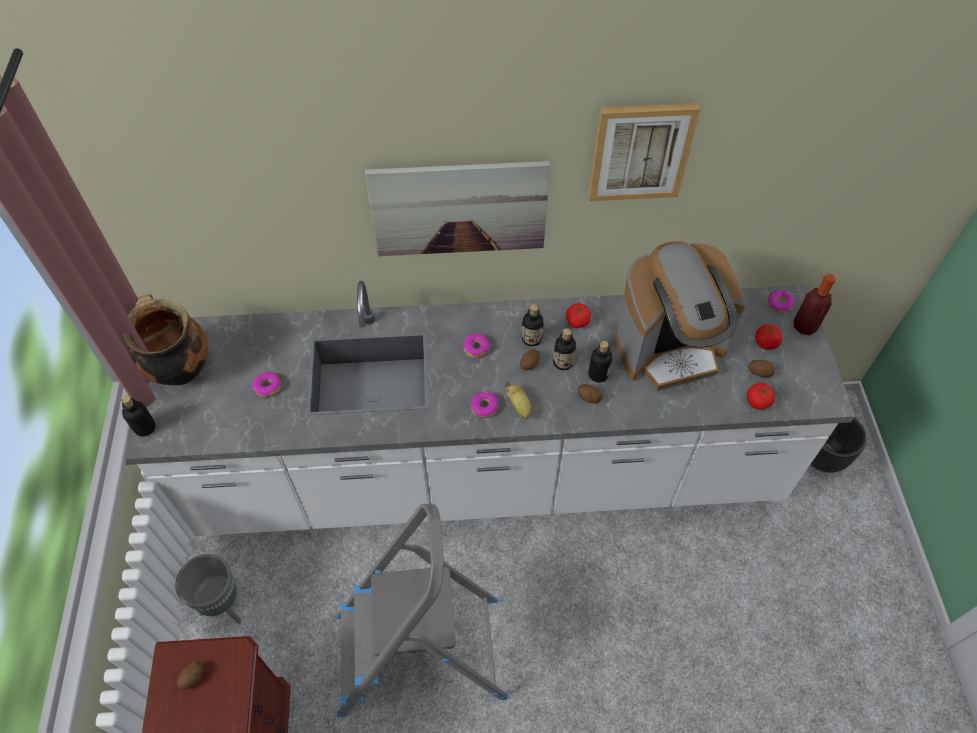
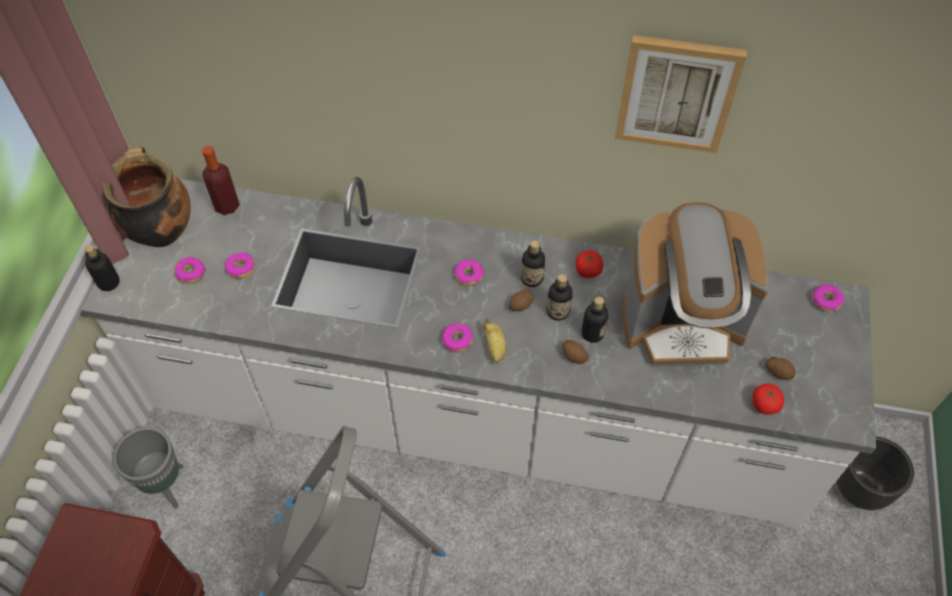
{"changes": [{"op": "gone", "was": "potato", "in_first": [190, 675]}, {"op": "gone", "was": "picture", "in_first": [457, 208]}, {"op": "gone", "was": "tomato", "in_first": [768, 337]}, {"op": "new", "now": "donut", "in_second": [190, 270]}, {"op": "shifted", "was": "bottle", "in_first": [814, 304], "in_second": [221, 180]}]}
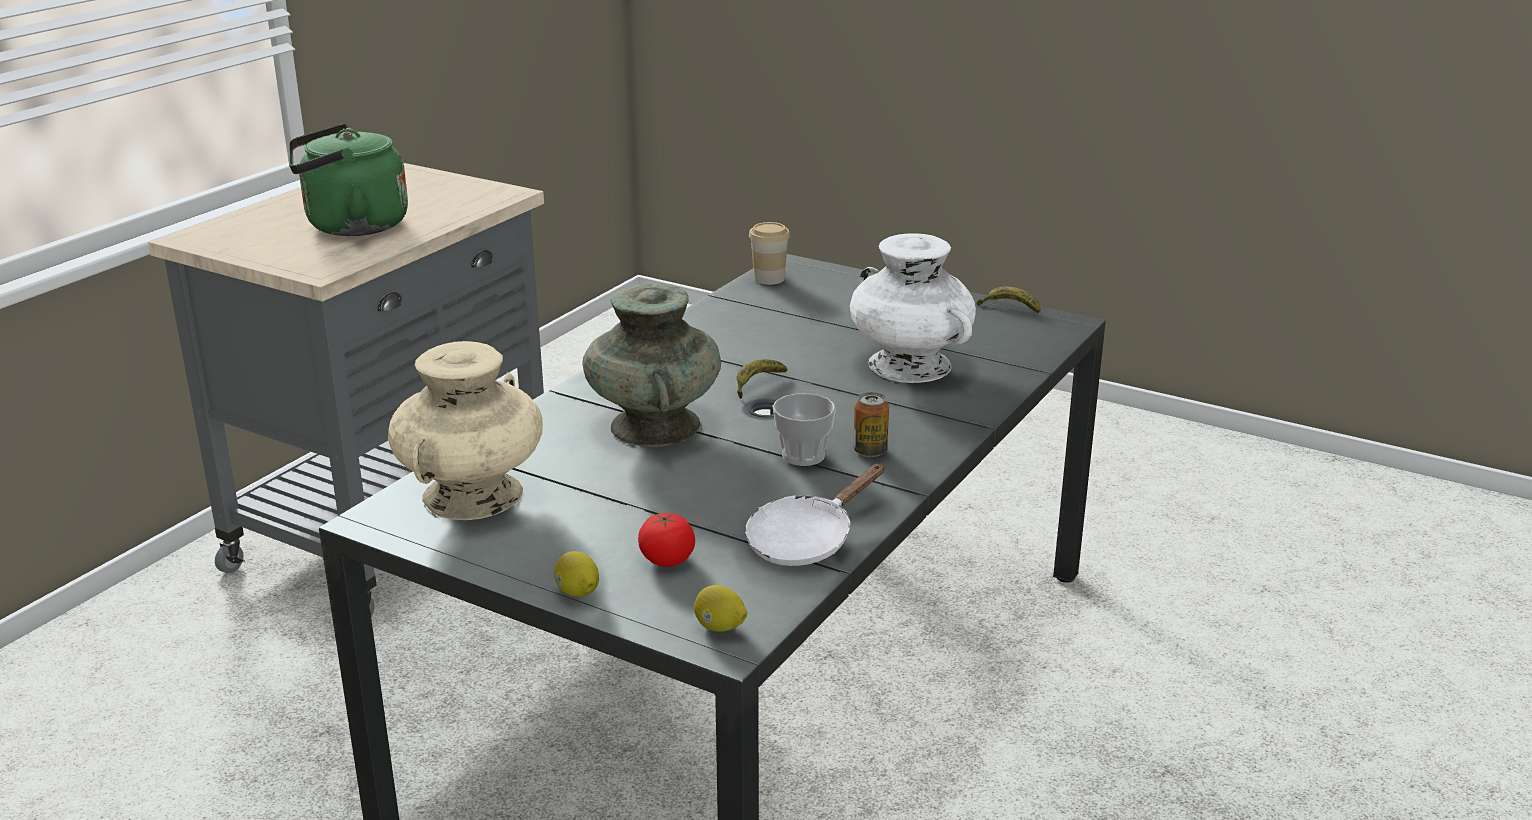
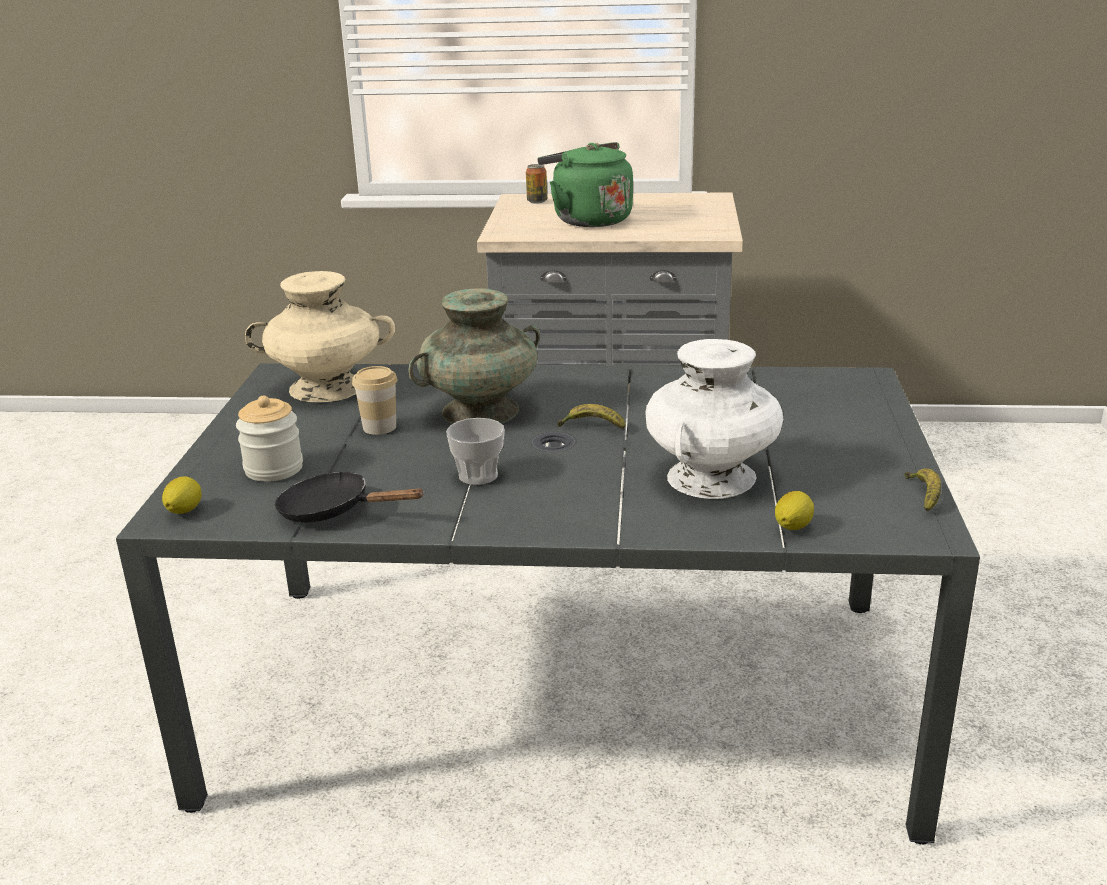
{"changes": [{"op": "shifted", "was": "lemon", "in_first": [576, 574], "in_second": [794, 510]}, {"op": "shifted", "was": "cup", "in_first": [769, 253], "in_second": [375, 400]}, {"op": "shifted", "was": "can", "in_first": [871, 424], "in_second": [536, 184]}, {"op": "swapped", "was": "tomato", "now": "jar", "in_first": [666, 540], "in_second": [269, 439]}, {"op": "repainted", "was": "white frying pan", "now": "black frying pan", "in_first": [815, 515], "in_second": [349, 497]}]}
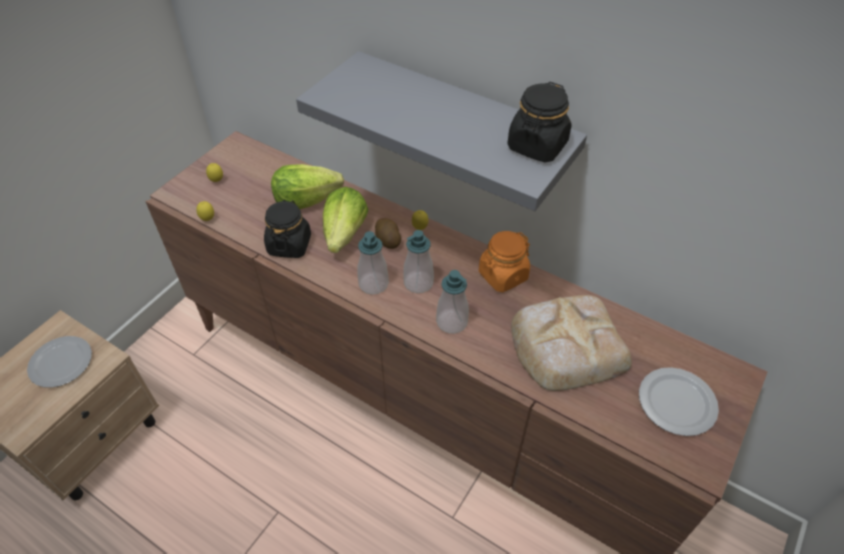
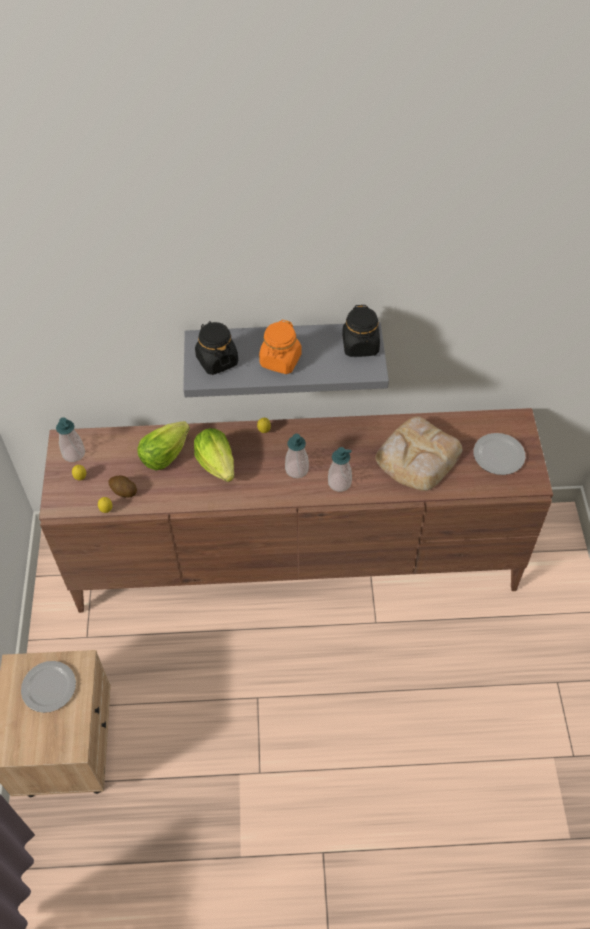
{"changes": [{"op": "shifted", "was": "black jar", "in_first": [287, 229], "in_second": [216, 348]}, {"op": "shifted", "was": "soap dispenser", "in_first": [373, 263], "in_second": [70, 439]}, {"op": "shifted", "was": "potato", "in_first": [388, 233], "in_second": [122, 487]}, {"op": "shifted", "was": "orange jar", "in_first": [504, 261], "in_second": [280, 347]}]}
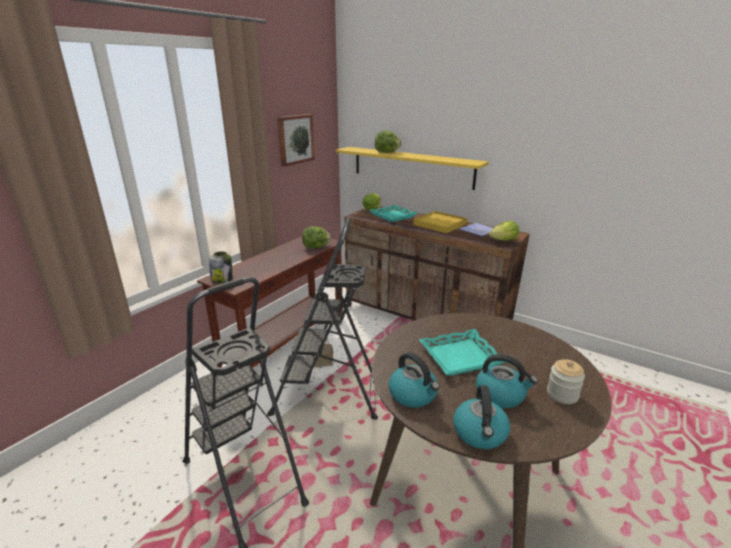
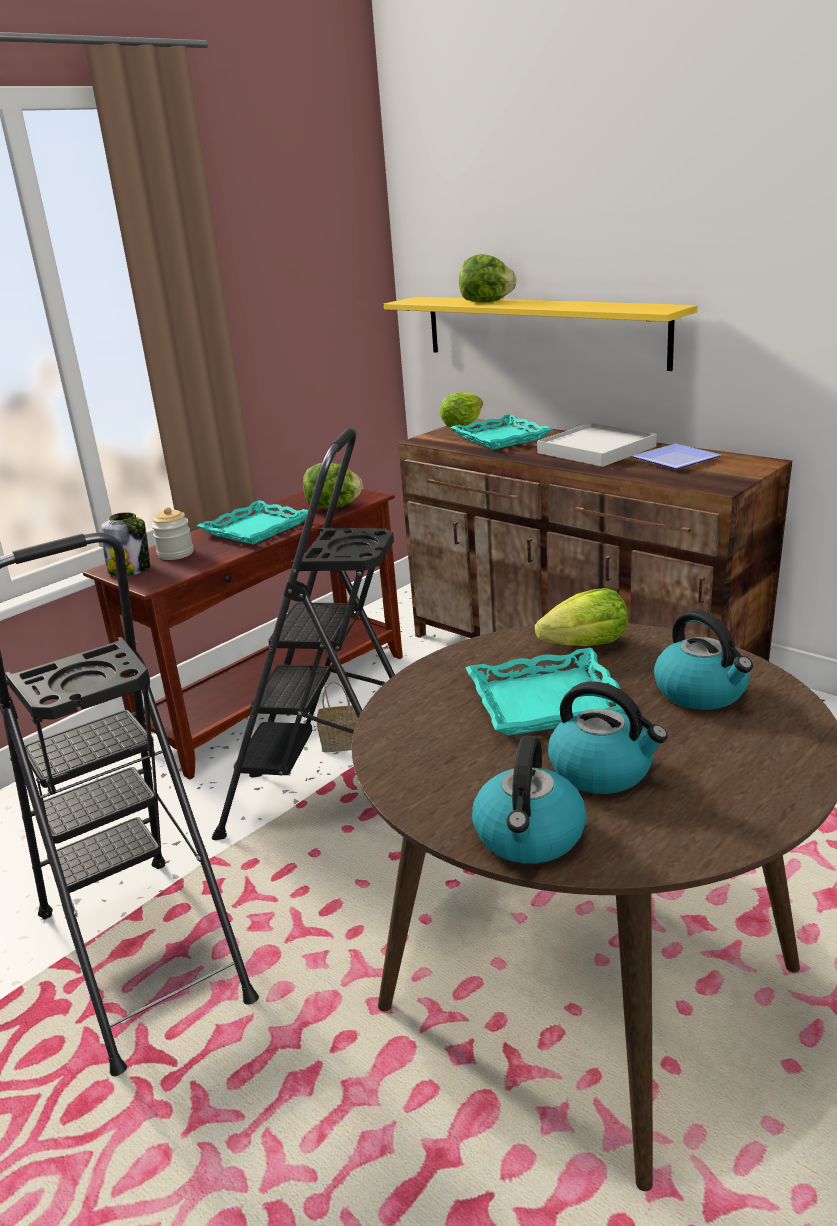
{"changes": [{"op": "gone", "was": "picture", "in_first": [296, 140]}, {"op": "new", "now": "turquoise tray", "in_second": [252, 522]}, {"op": "shifted", "was": "kettle", "in_first": [414, 380], "in_second": [703, 660]}, {"op": "shifted", "was": "lettuce", "in_first": [504, 230], "in_second": [581, 617]}, {"op": "shifted", "was": "jar", "in_first": [566, 381], "in_second": [172, 533]}, {"op": "repainted", "was": "yellow tray", "now": "white tray", "in_first": [440, 222], "in_second": [597, 445]}]}
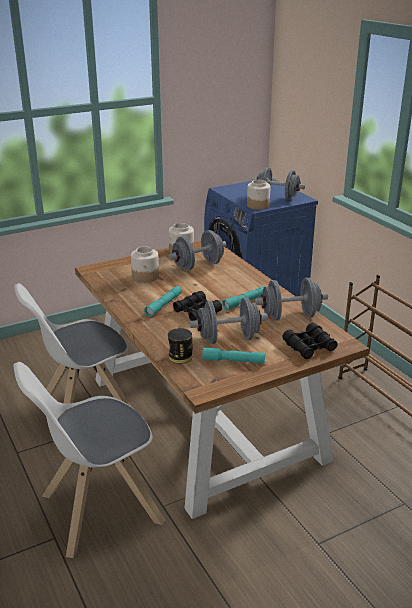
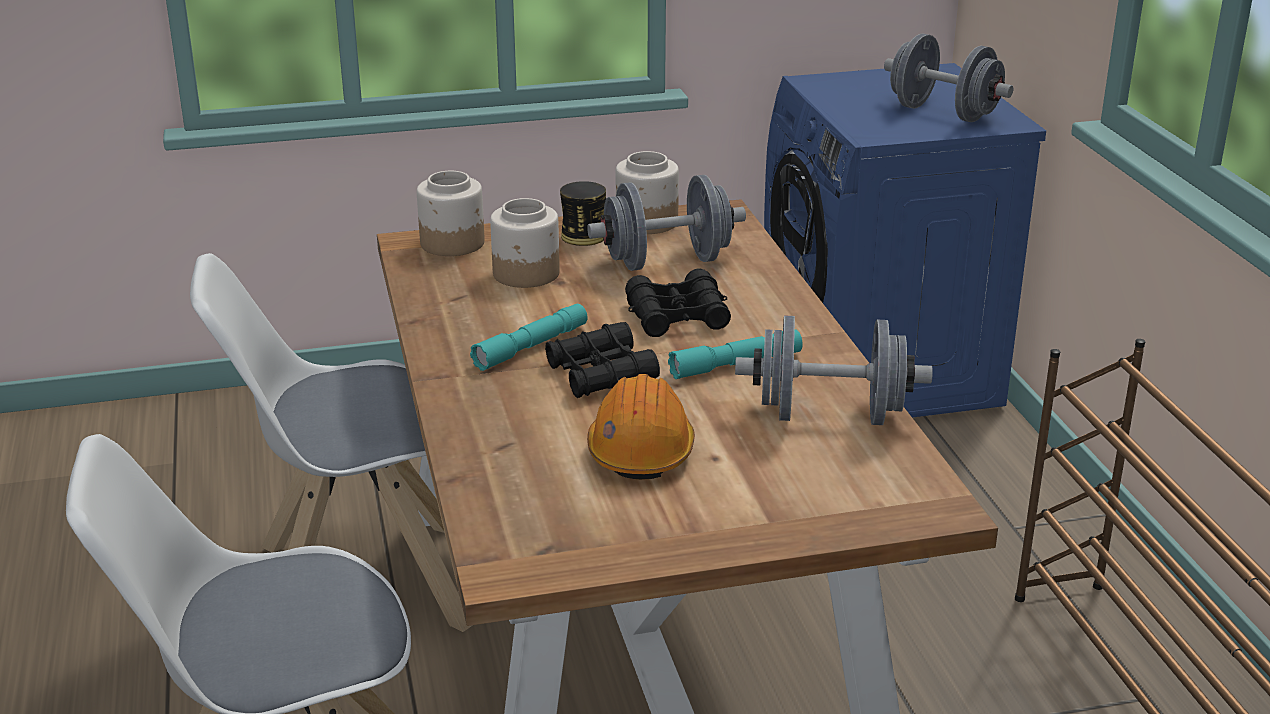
{"changes": [{"op": "gone", "was": "turquoise flashlight", "in_first": [233, 355]}, {"op": "shifted", "was": "can", "in_first": [180, 346], "in_second": [583, 213]}, {"op": "shifted", "was": "jar", "in_first": [259, 195], "in_second": [450, 213]}, {"op": "shifted", "was": "black binoculars", "in_first": [310, 340], "in_second": [678, 303]}, {"op": "swapped", "was": "grey dumbbell", "now": "orange hard hat", "in_first": [229, 321], "in_second": [641, 427]}]}
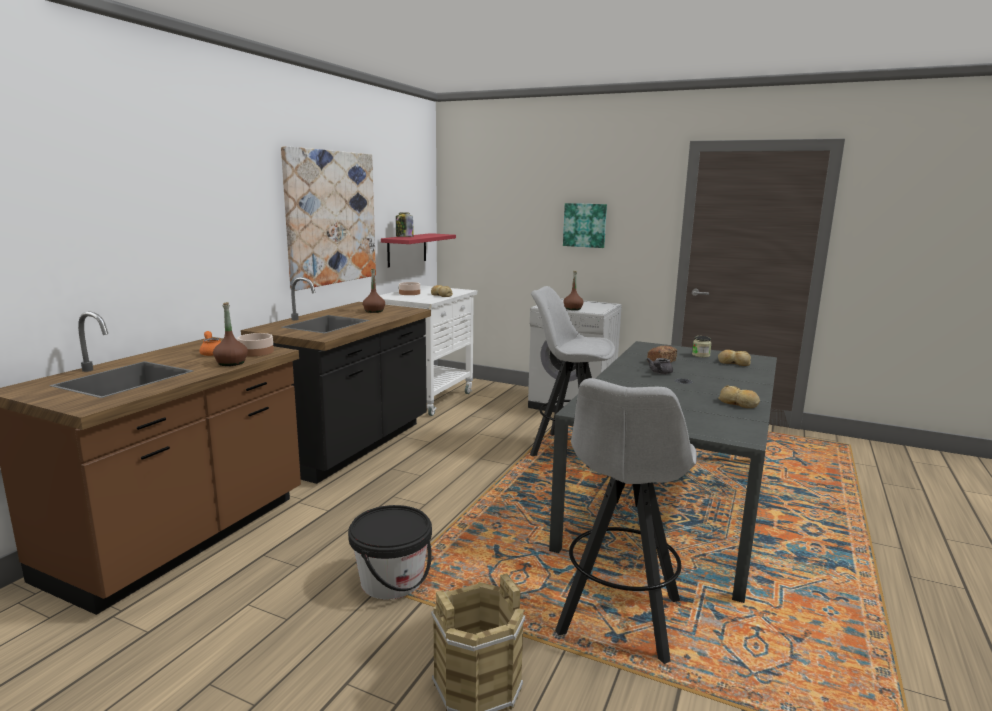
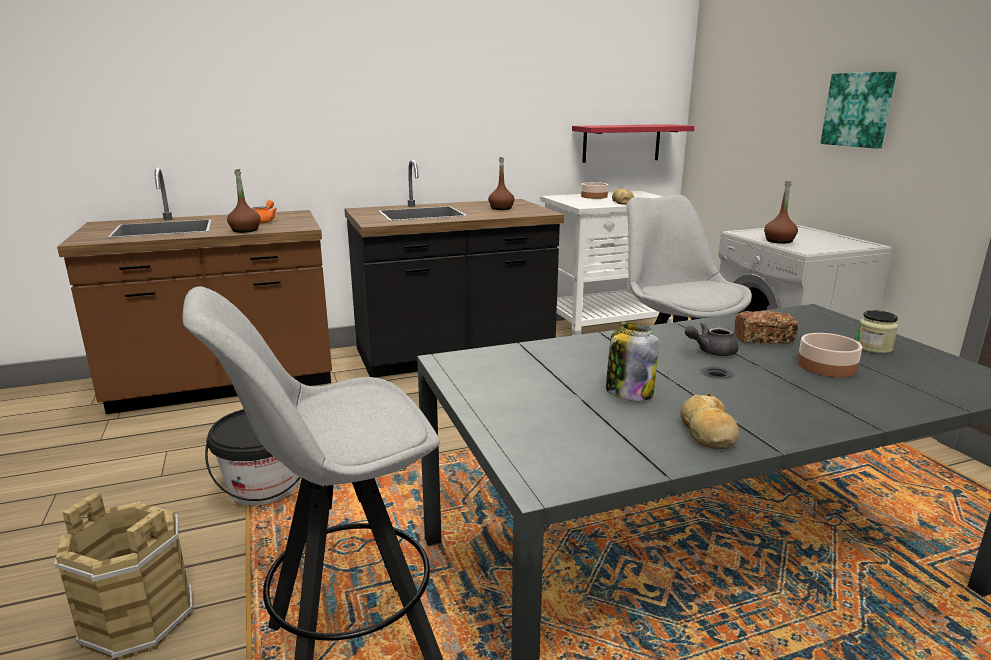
{"changes": [{"op": "gone", "was": "picture", "in_first": [328, 218]}, {"op": "gone", "was": "bread", "in_first": [734, 358]}, {"op": "shifted", "was": "bowl", "in_first": [255, 344], "in_second": [829, 355]}, {"op": "shifted", "was": "jar", "in_first": [405, 225], "in_second": [632, 362]}]}
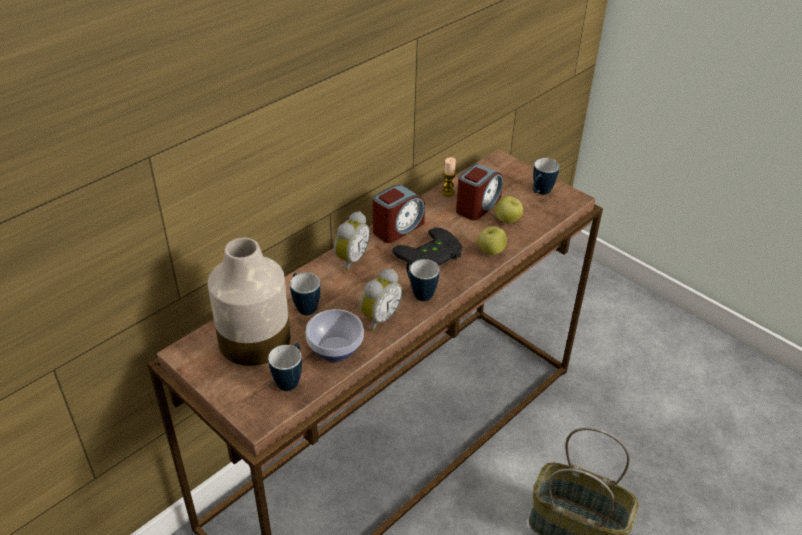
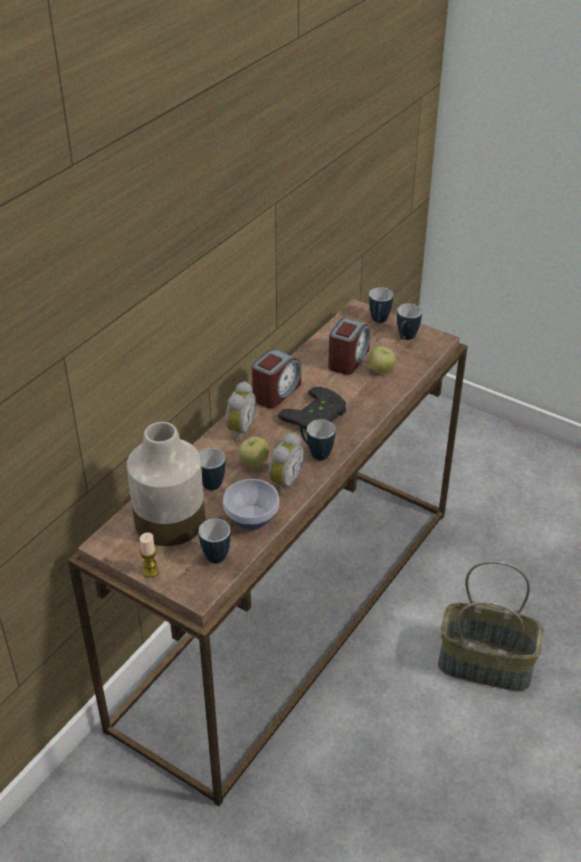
{"changes": [{"op": "new", "now": "mug", "in_second": [381, 305]}, {"op": "shifted", "was": "candle", "in_first": [449, 176], "in_second": [149, 555]}, {"op": "shifted", "was": "apple", "in_first": [492, 240], "in_second": [254, 452]}]}
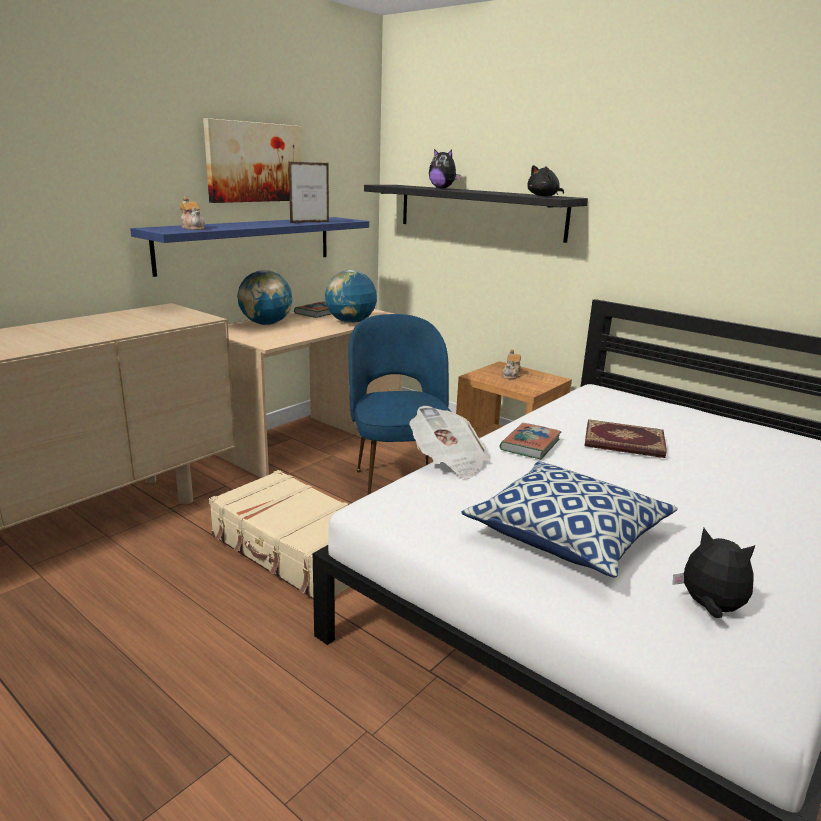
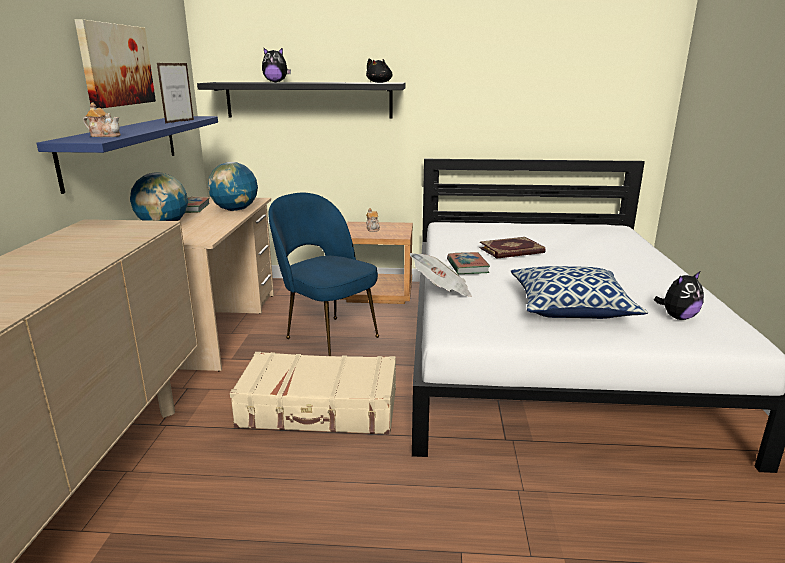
{"changes": [{"op": "rotated", "was": "plush toy", "in_first": [714, 573], "in_second": [679, 295], "clockwise": 150}]}
